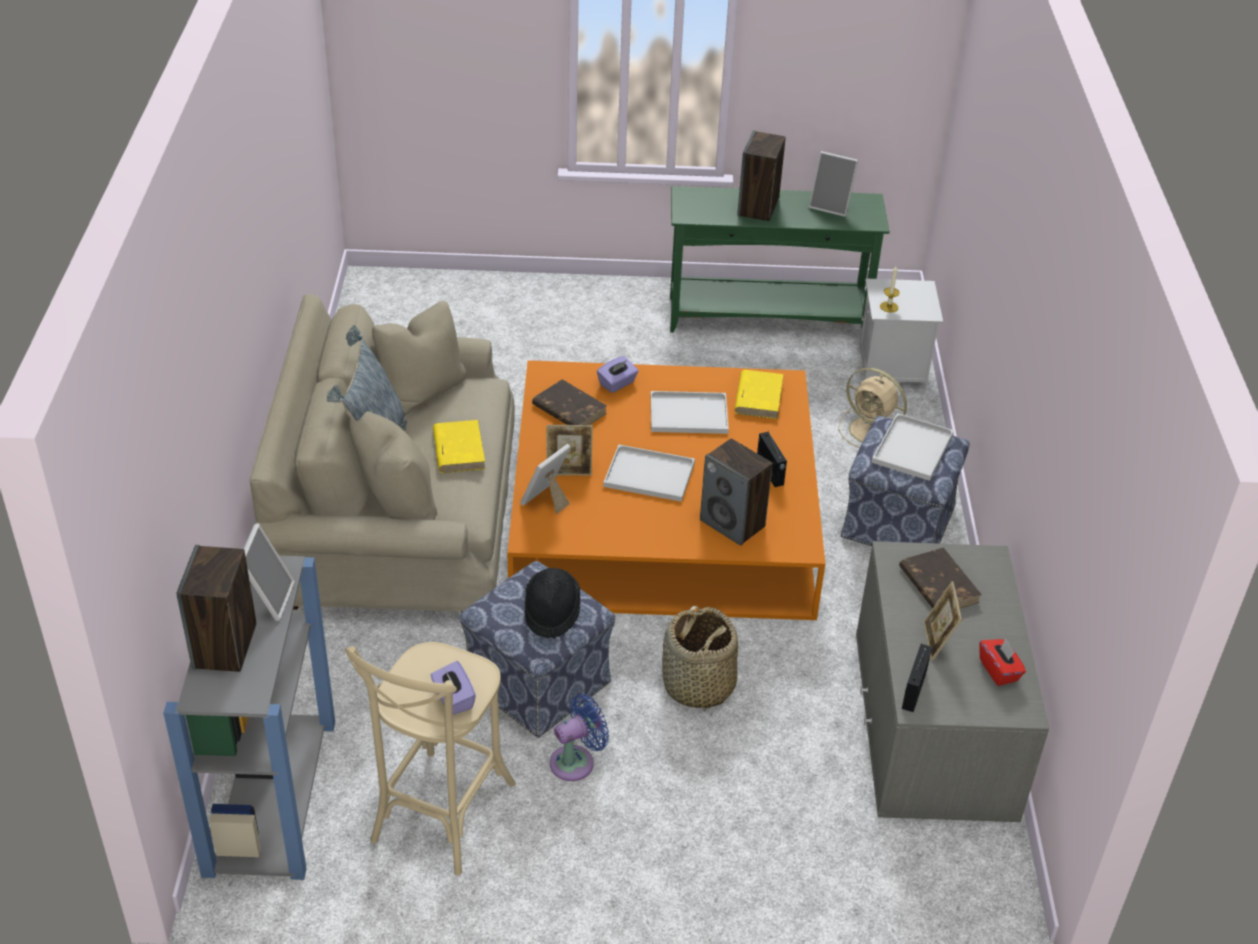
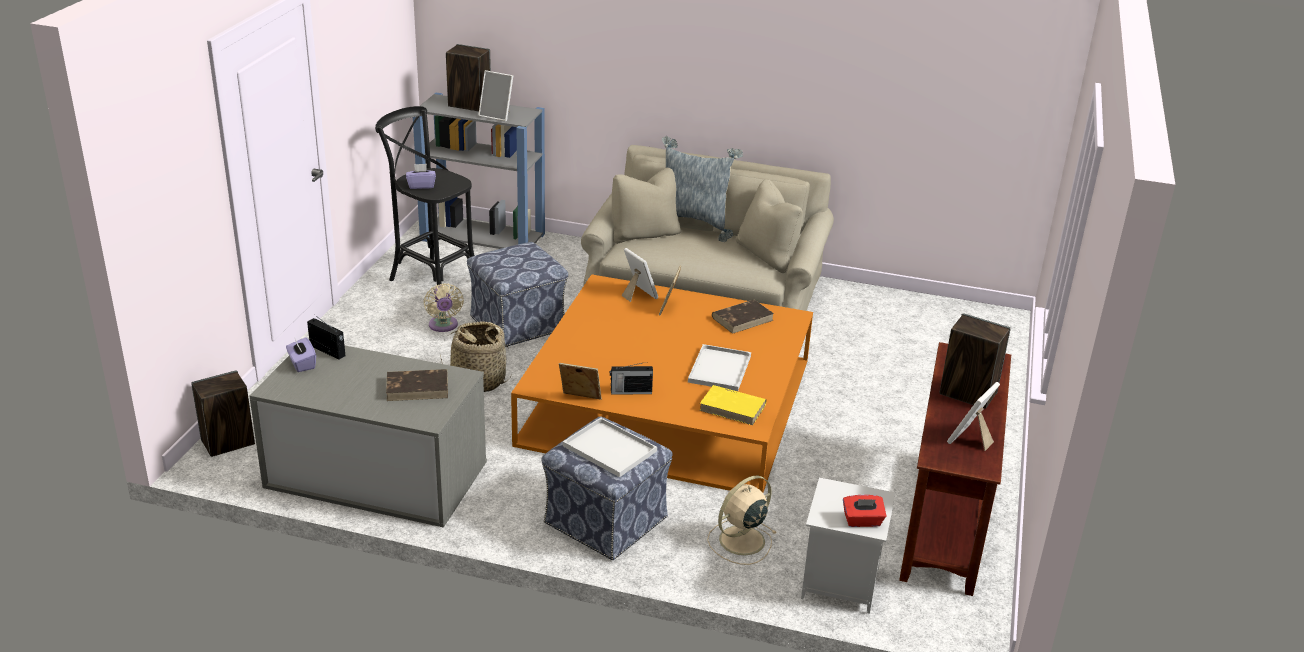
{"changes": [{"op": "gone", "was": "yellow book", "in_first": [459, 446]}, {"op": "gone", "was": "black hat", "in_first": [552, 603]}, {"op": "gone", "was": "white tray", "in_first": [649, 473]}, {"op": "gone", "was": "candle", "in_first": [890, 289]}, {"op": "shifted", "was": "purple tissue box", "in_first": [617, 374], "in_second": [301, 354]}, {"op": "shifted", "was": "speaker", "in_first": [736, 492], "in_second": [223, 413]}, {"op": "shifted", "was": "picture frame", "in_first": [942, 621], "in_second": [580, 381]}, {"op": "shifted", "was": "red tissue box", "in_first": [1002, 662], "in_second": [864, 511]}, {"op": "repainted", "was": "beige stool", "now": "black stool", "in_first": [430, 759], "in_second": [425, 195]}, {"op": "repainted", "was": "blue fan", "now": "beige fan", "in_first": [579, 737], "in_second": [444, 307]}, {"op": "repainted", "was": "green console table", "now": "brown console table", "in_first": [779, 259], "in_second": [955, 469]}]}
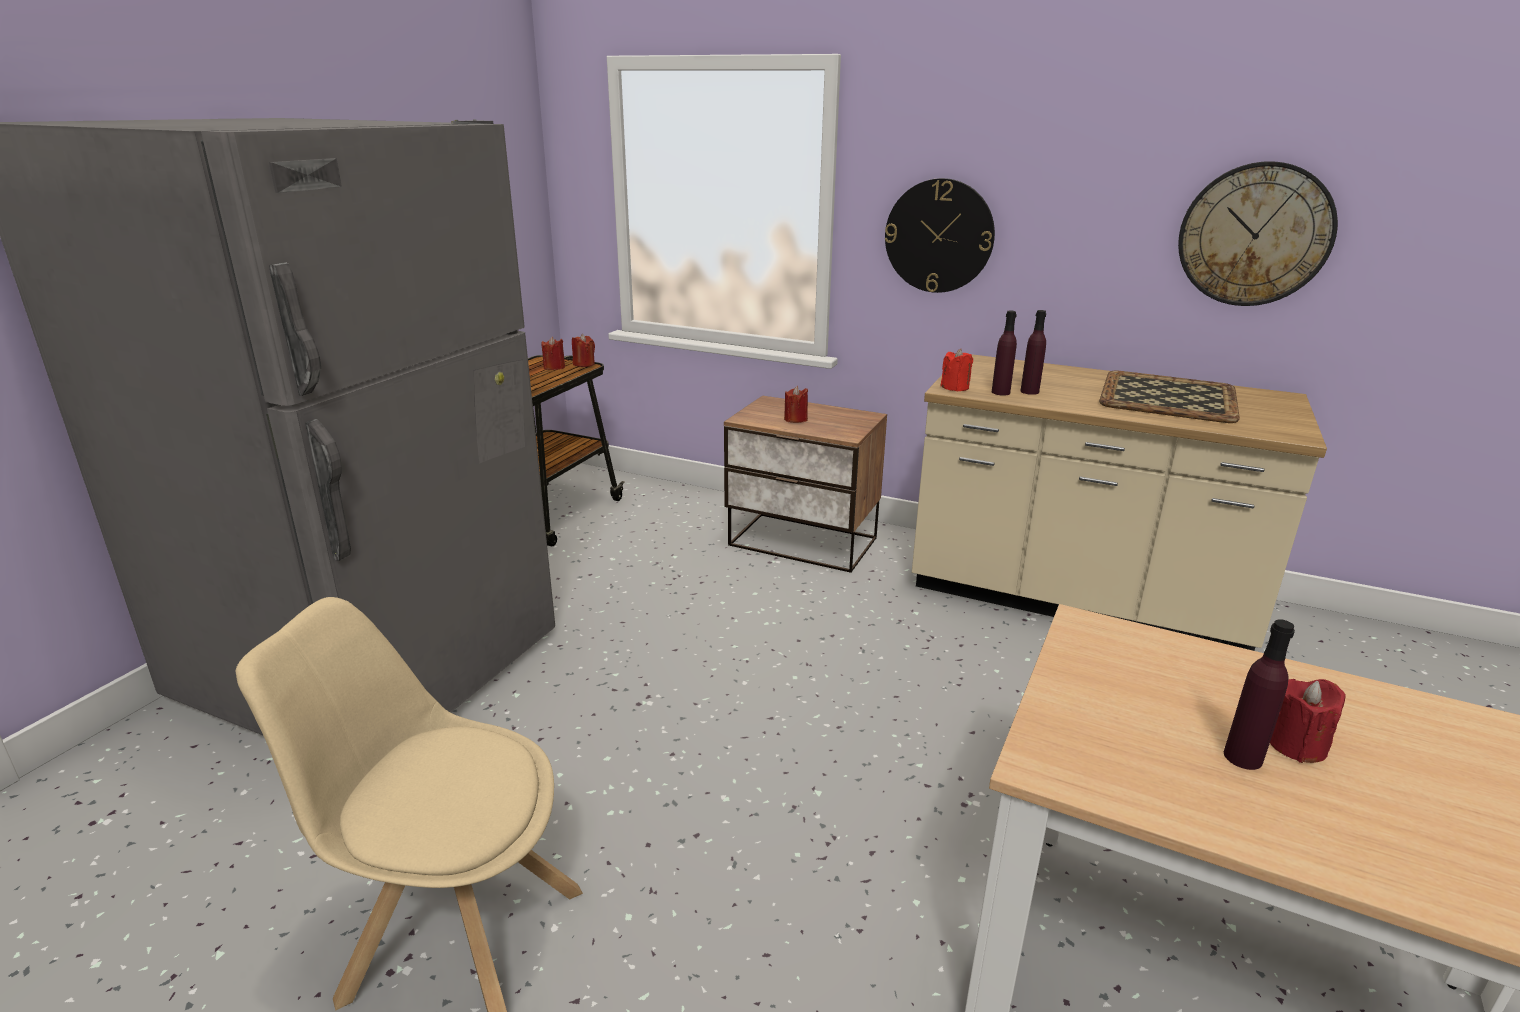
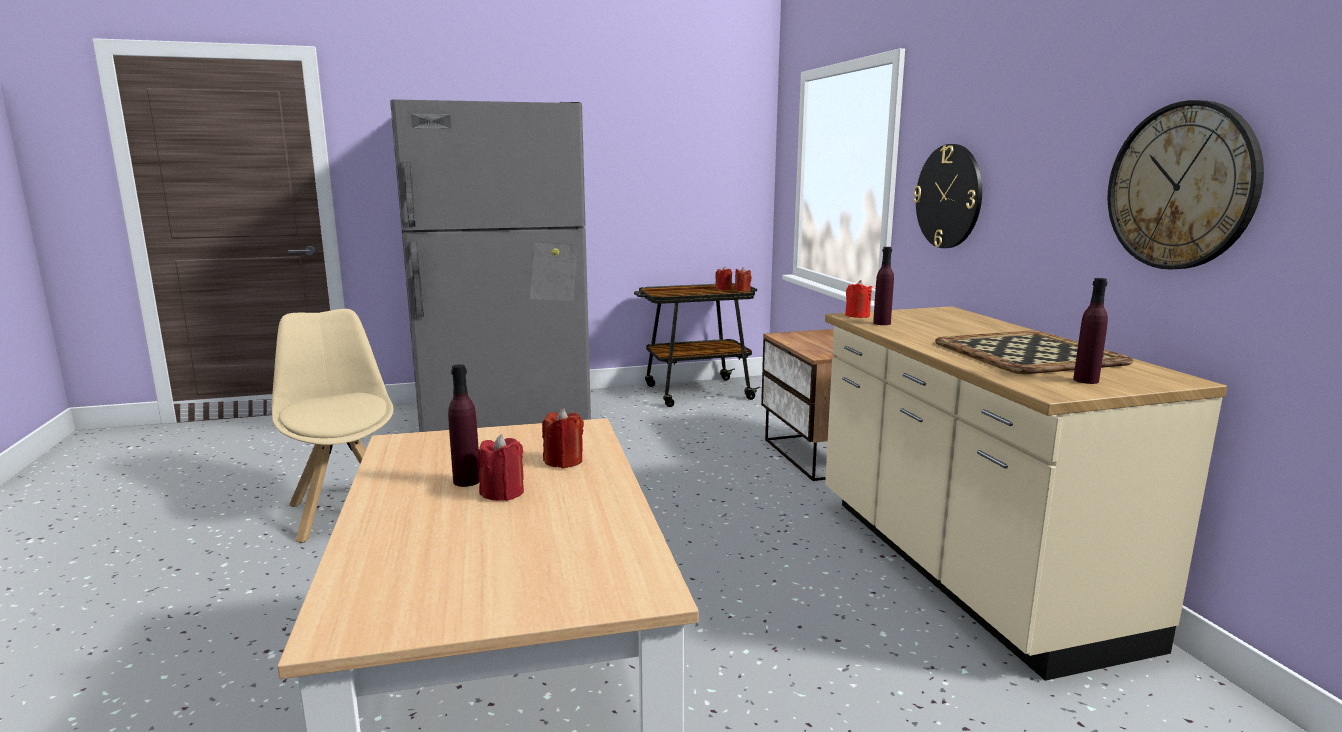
{"changes": [{"op": "shifted", "was": "red candle", "in_first": [796, 404], "in_second": [563, 438]}, {"op": "shifted", "was": "purple bottle", "in_first": [1033, 352], "in_second": [1090, 331]}]}
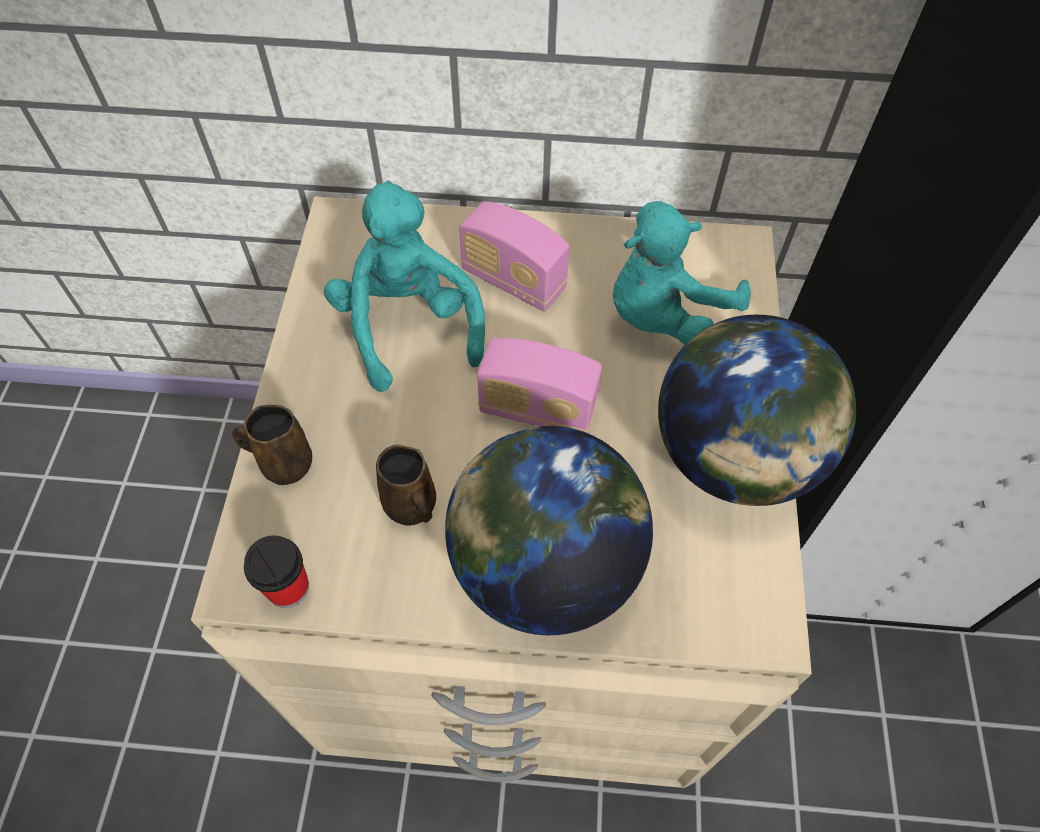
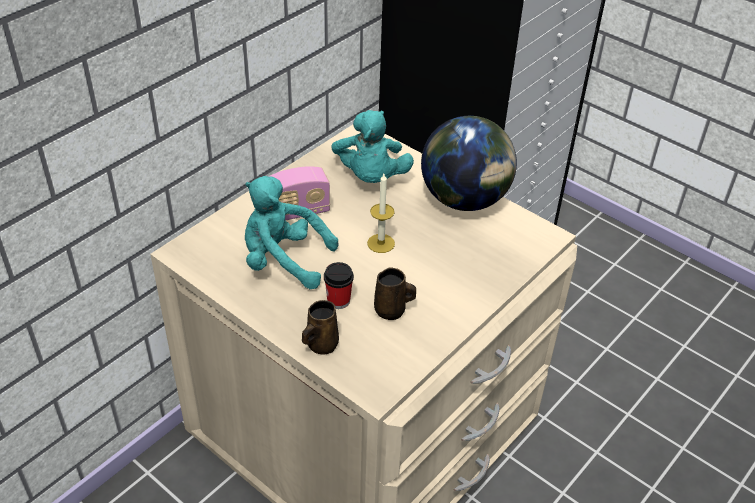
{"changes": [{"op": "gone", "was": "globe", "in_first": [549, 530]}, {"op": "shifted", "was": "cup", "in_first": [276, 571], "in_second": [339, 285]}, {"op": "swapped", "was": "radio", "now": "candle", "in_first": [539, 385], "in_second": [381, 213]}]}
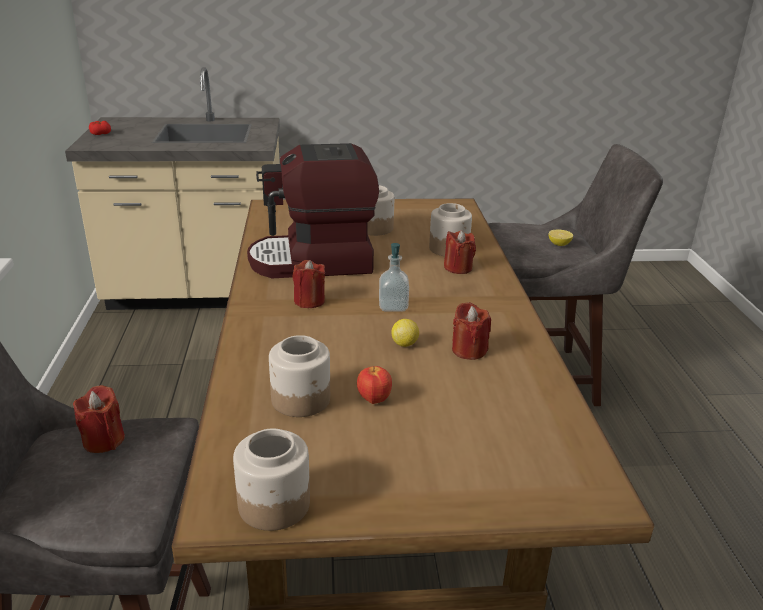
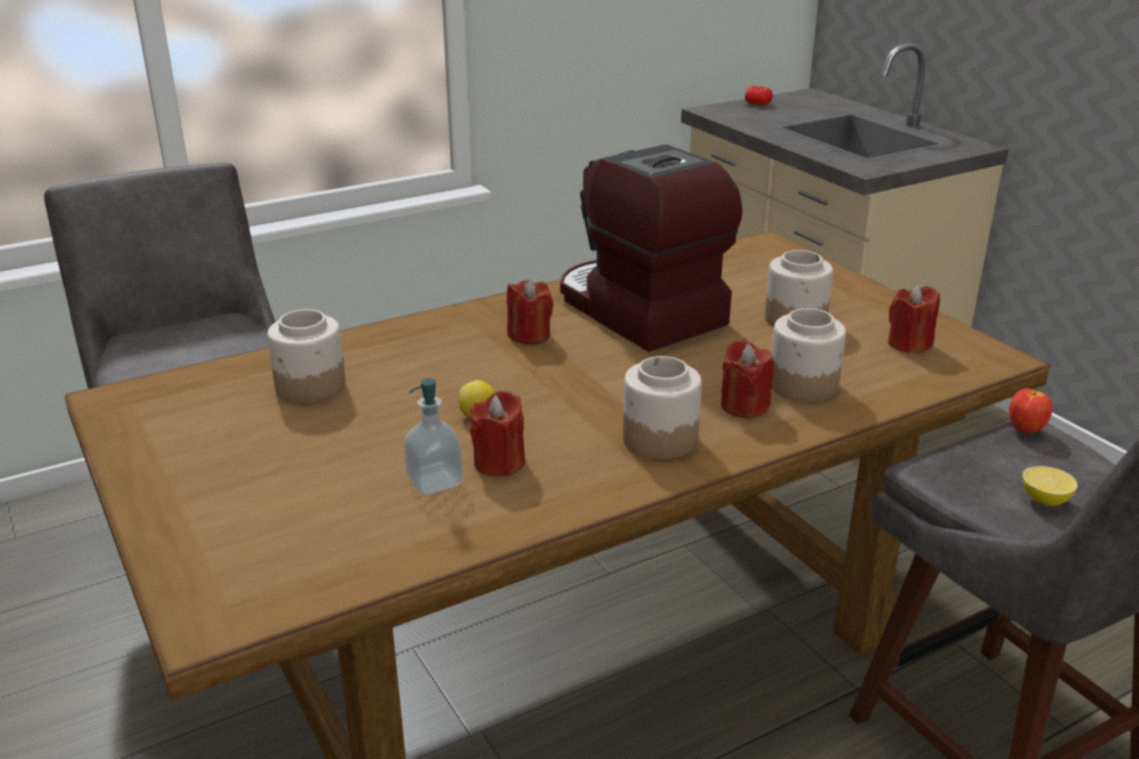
{"changes": [{"op": "shifted", "was": "red candle", "in_first": [99, 419], "in_second": [914, 319]}, {"op": "shifted", "was": "jar", "in_first": [271, 479], "in_second": [662, 407]}, {"op": "shifted", "was": "apple", "in_first": [374, 385], "in_second": [1030, 411]}, {"op": "shifted", "was": "soap dispenser", "in_first": [394, 277], "in_second": [433, 436]}]}
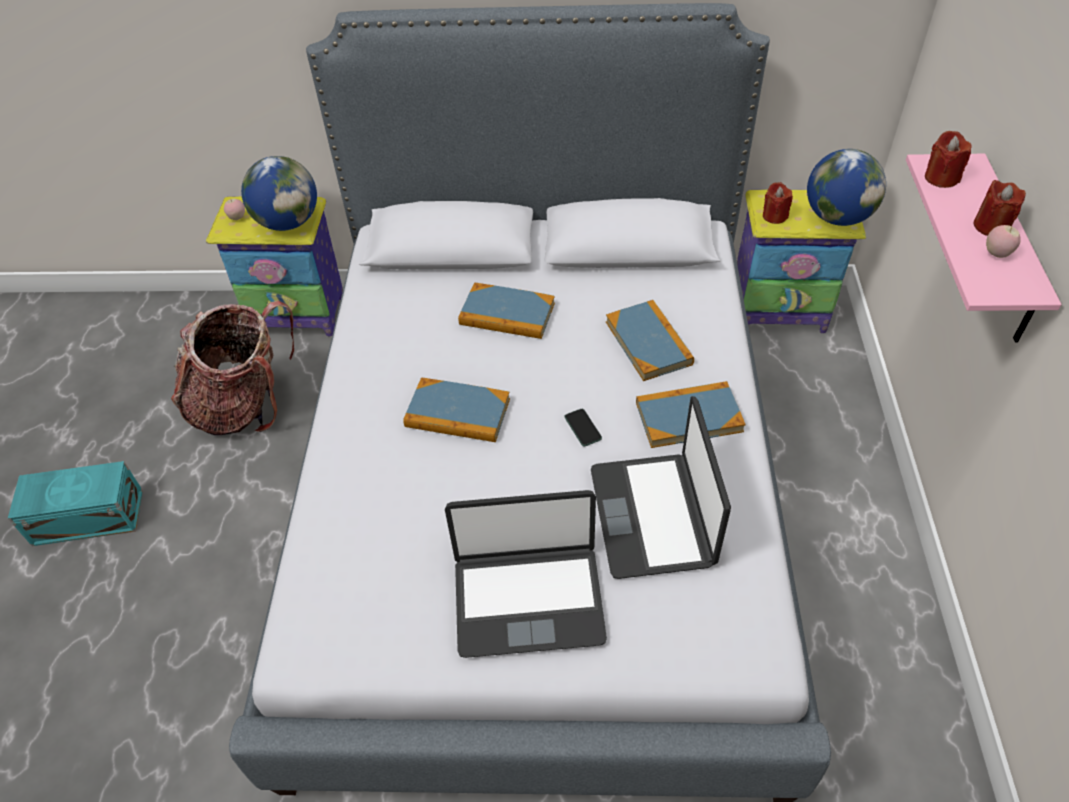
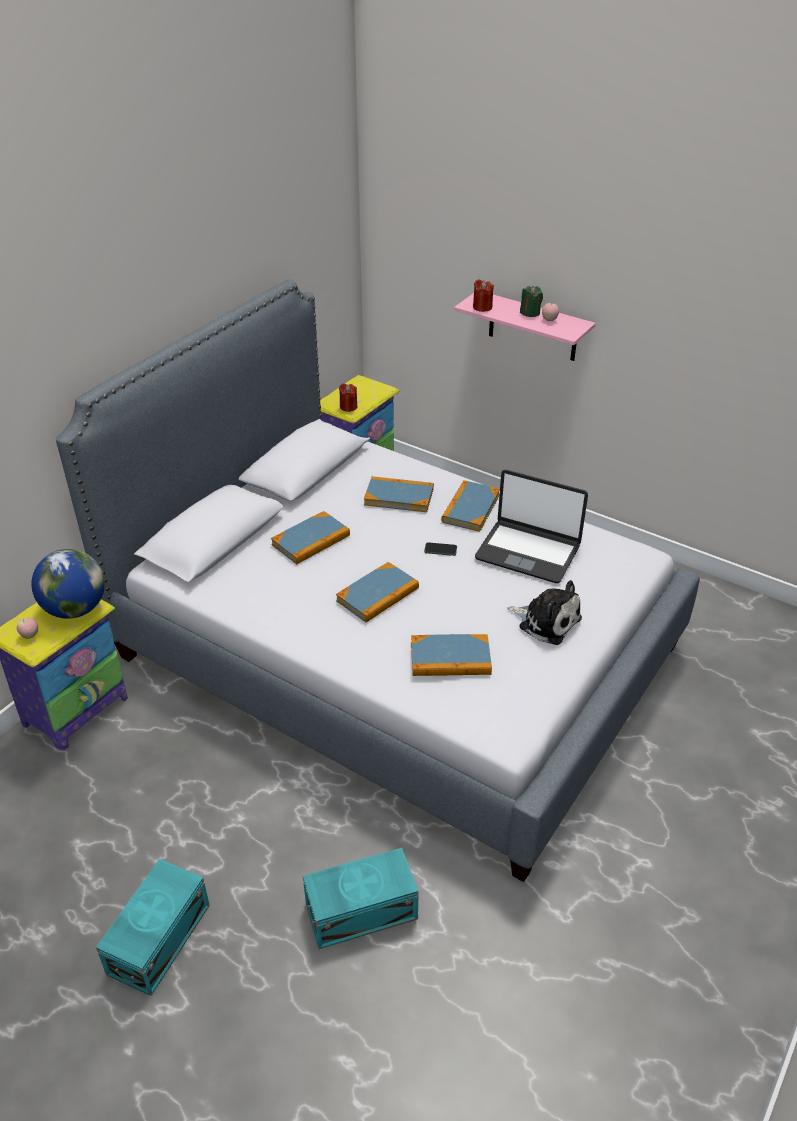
{"changes": [{"op": "gone", "was": "backpack", "in_first": [232, 368]}, {"op": "gone", "was": "globe", "in_first": [846, 187]}, {"op": "new", "now": "turquoise storage box", "in_second": [361, 898]}, {"op": "new", "now": "book", "in_second": [451, 655]}, {"op": "swapped", "was": "laptop", "now": "plush toy", "in_first": [526, 574], "in_second": [544, 612]}, {"op": "repainted", "was": "red candle", "now": "green candle", "in_first": [999, 208], "in_second": [531, 301]}]}
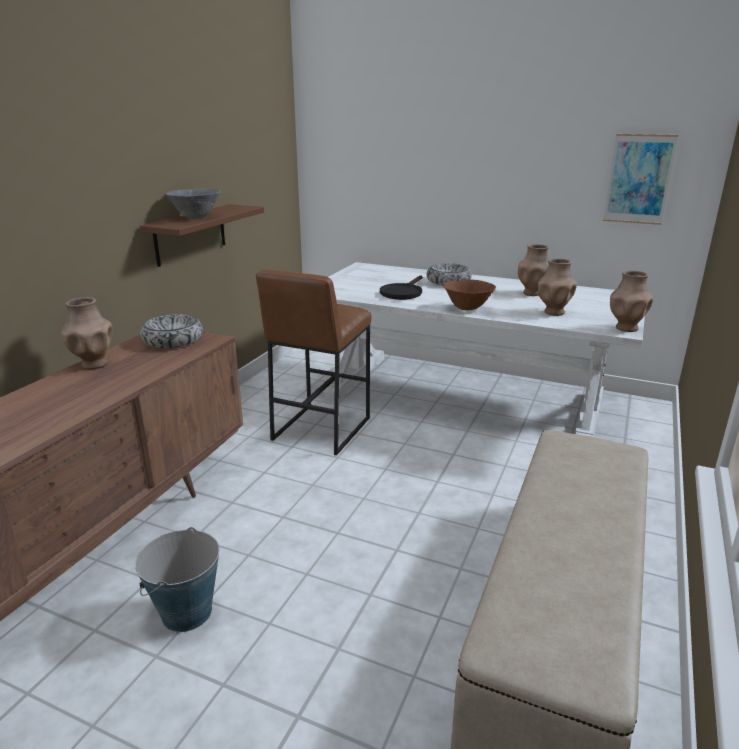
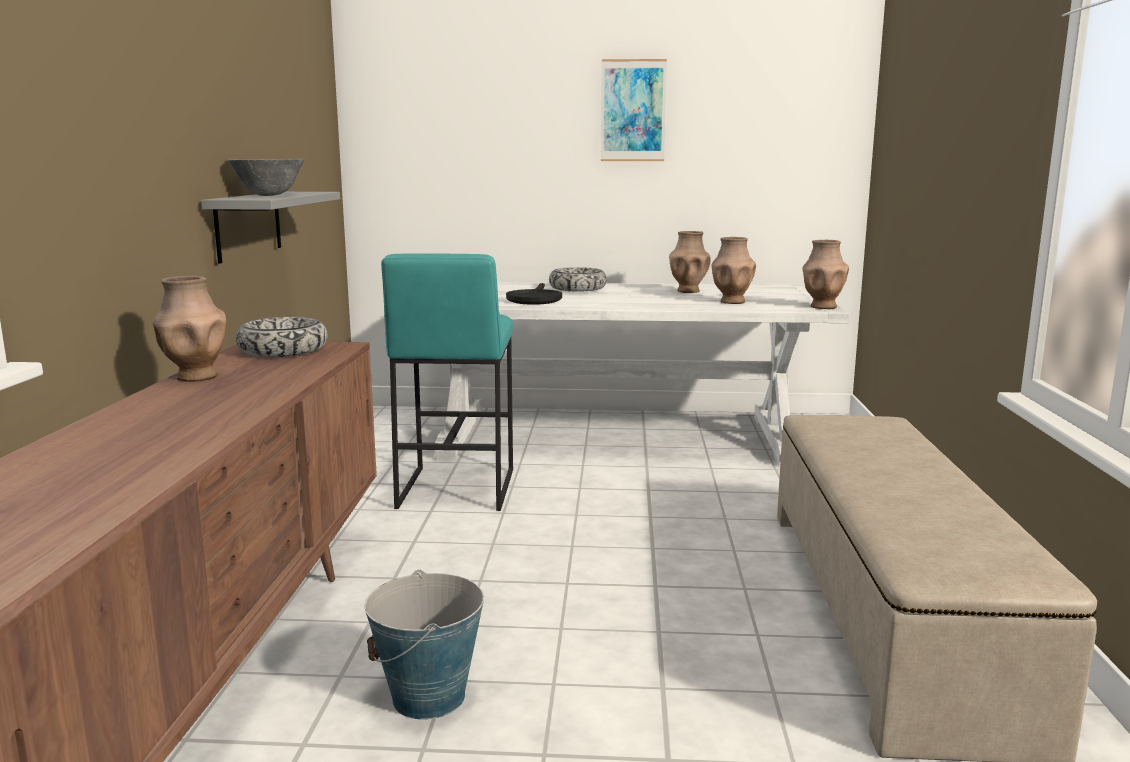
{"changes": [{"op": "gone", "was": "brown bowl", "in_first": [469, 294]}, {"op": "shifted", "was": "picture", "in_first": [640, 179], "in_second": [634, 110]}, {"op": "repainted", "was": "brown shelf", "now": "grey shelf", "in_first": [201, 235], "in_second": [270, 228]}, {"op": "repainted", "was": "brown stool", "now": "turquoise stool", "in_first": [313, 362], "in_second": [447, 382]}]}
